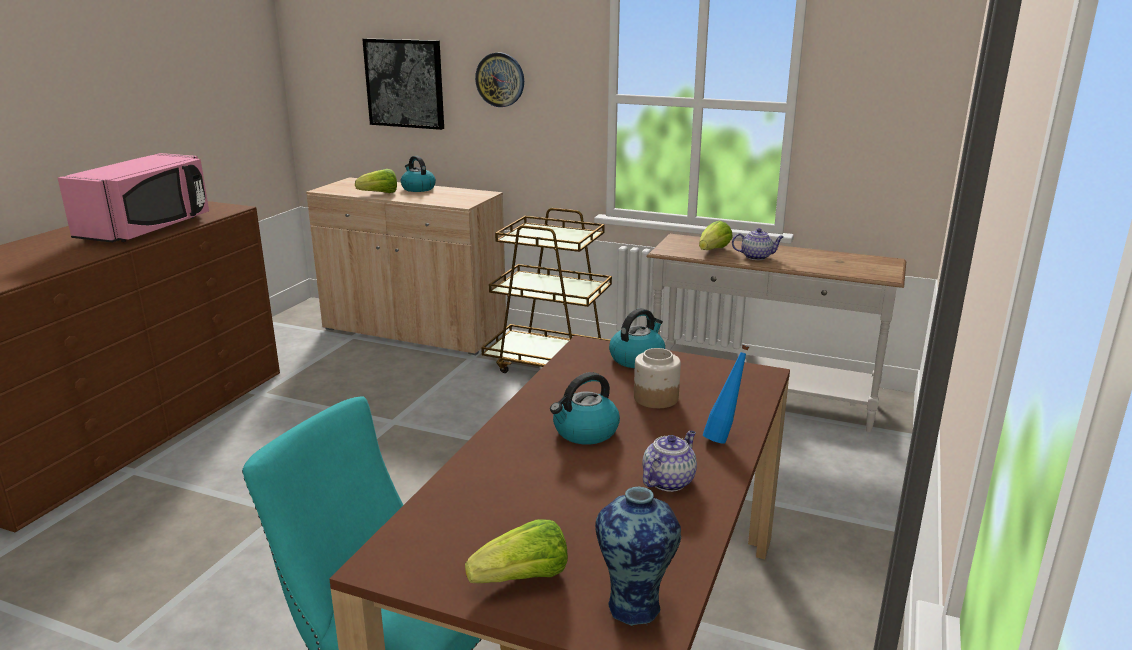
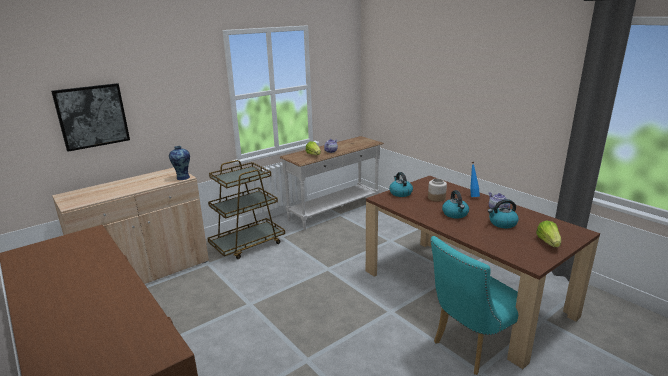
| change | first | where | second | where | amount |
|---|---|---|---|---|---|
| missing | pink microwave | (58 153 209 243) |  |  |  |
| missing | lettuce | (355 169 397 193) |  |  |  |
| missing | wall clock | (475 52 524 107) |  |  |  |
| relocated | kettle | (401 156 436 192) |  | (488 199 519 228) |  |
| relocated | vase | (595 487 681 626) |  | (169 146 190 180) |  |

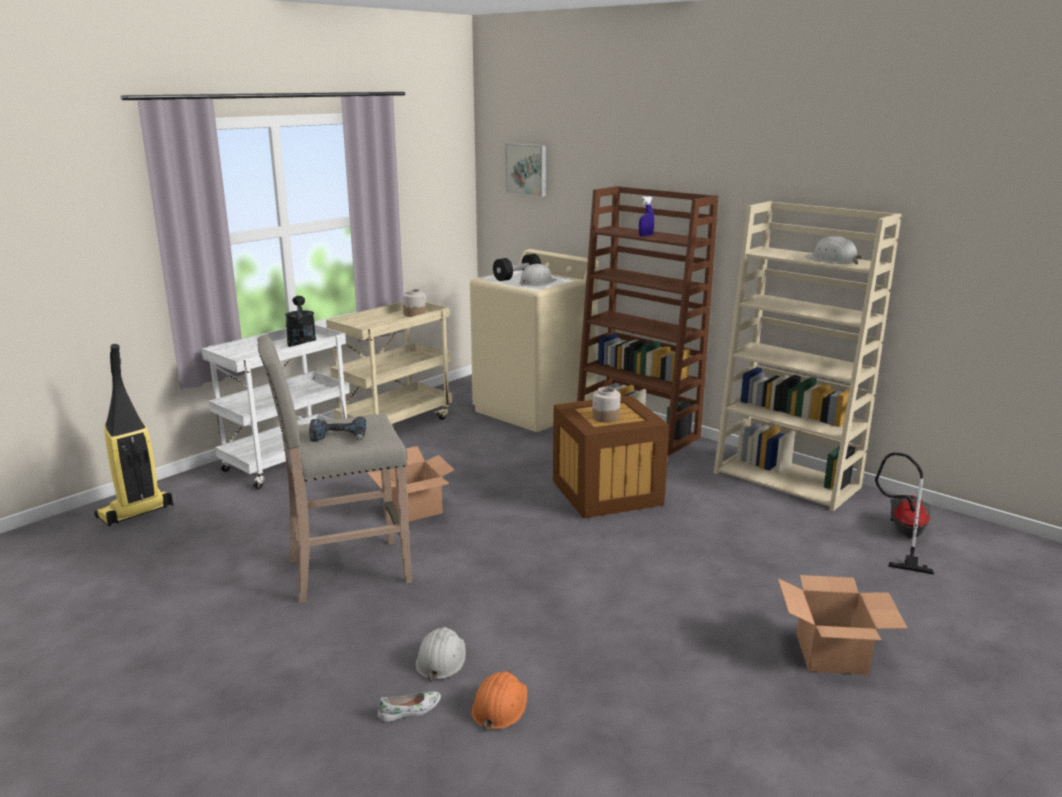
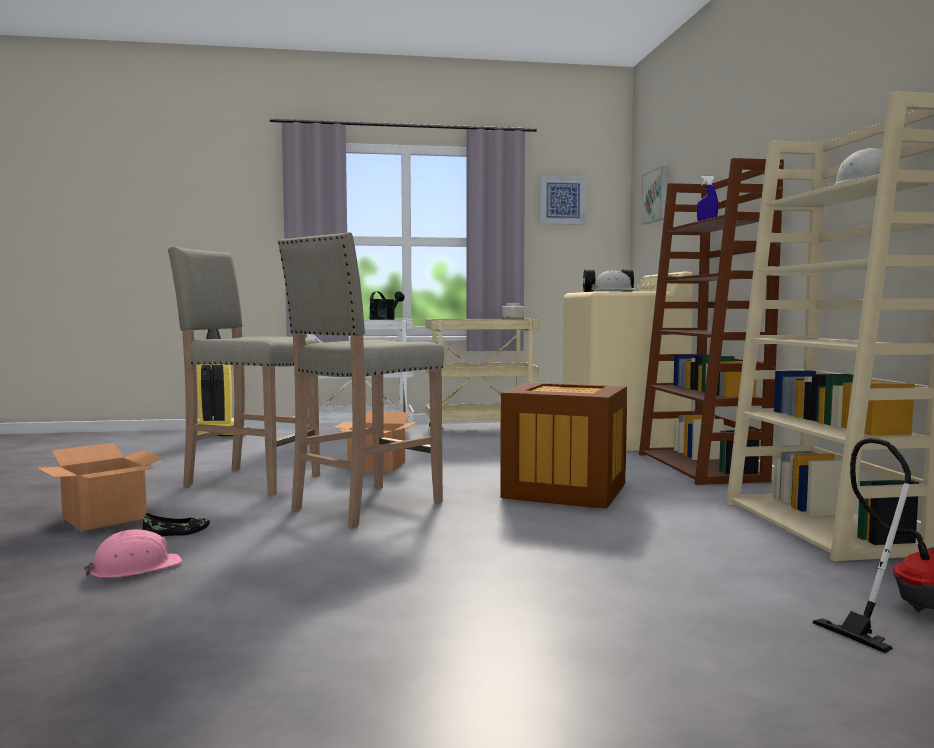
| change | first | where | second | where | amount |
|---|---|---|---|---|---|
| missing | power drill | (309 416 366 441) |  |  |  |
| missing | white shoe | (378 691 441 722) |  |  |  |
| missing | jar | (592 387 621 422) |  |  |  |
| appeared |  |  | beige stool | (278 232 444 528) |  |
| appeared |  |  | picture | (539 175 586 225) |  |
| relocated | cardboard box | (778 575 908 675) |  | (37 443 164 531) |  |
| exchanged | white hard hat | (416 627 466 682) | black shoe | (142 513 210 537) |  |
| colour | orange hard hat | (471 671 527 731) | pink hard hat | (83 529 182 578) |  |

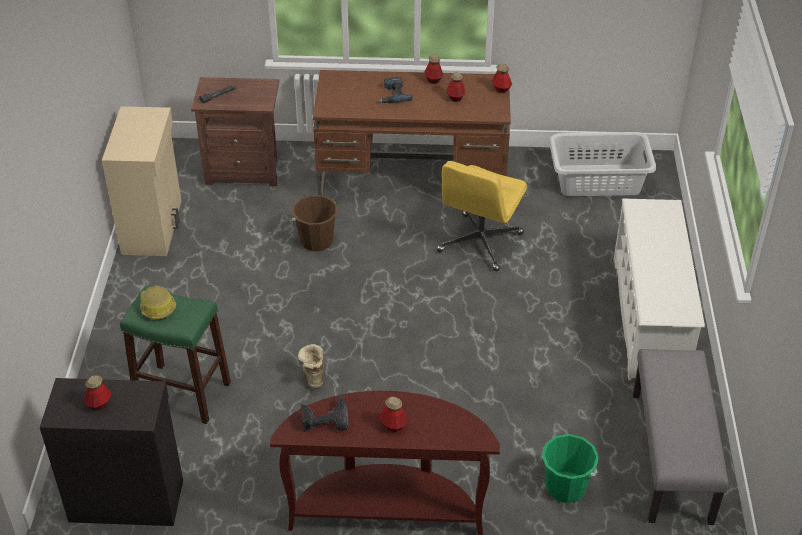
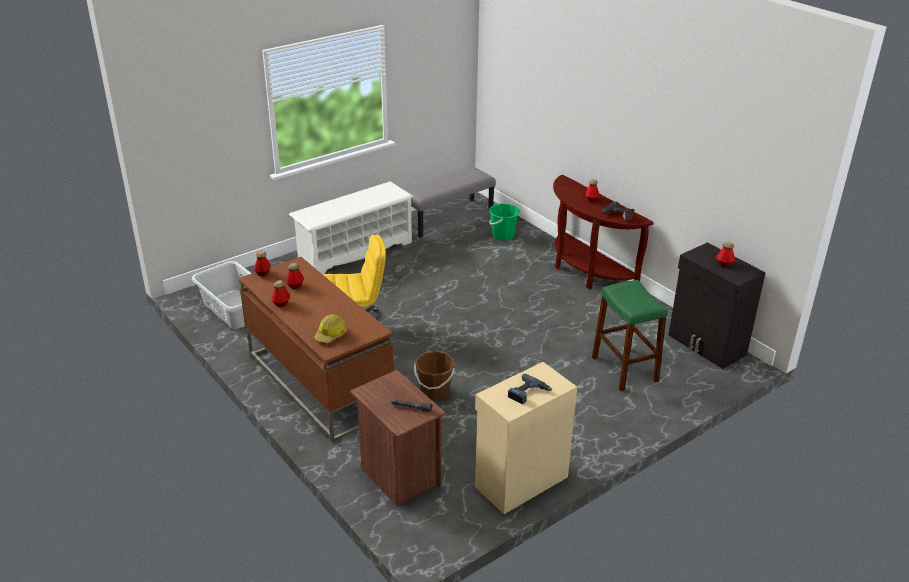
| change | first | where | second | where | amount |
|---|---|---|---|---|---|
| missing | boot | (298 344 324 388) |  |  |  |
| relocated | hard hat | (140 285 177 320) |  | (314 314 347 343) |  |
| relocated | power drill | (379 77 413 103) |  | (508 374 552 404) |  |

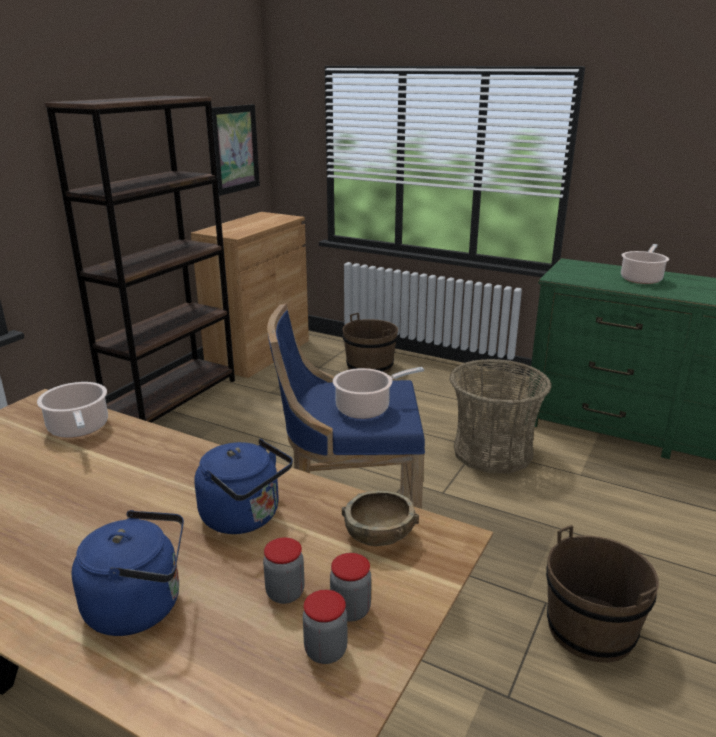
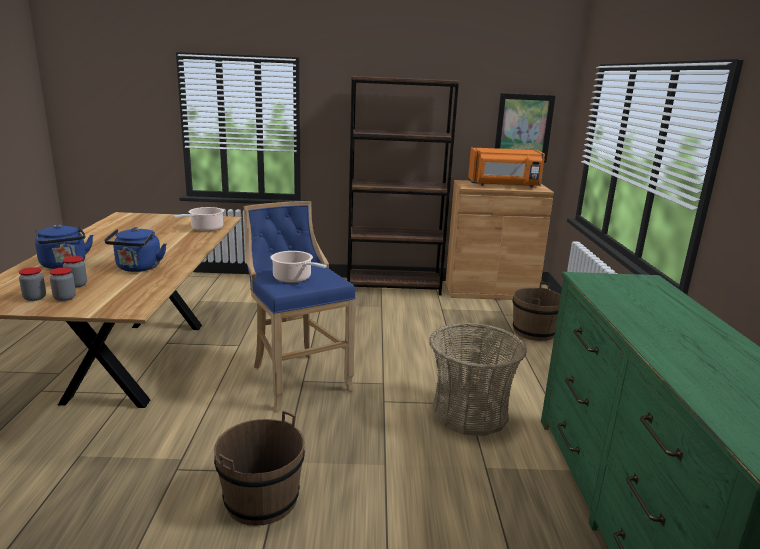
| change | first | where | second | where | amount |
|---|---|---|---|---|---|
| missing | brown bowl | (342 491 419 546) |  |  |  |
| missing | cooking pot | (621 244 669 284) |  |  |  |
| appeared |  |  | orange microwave | (468 148 545 188) |  |

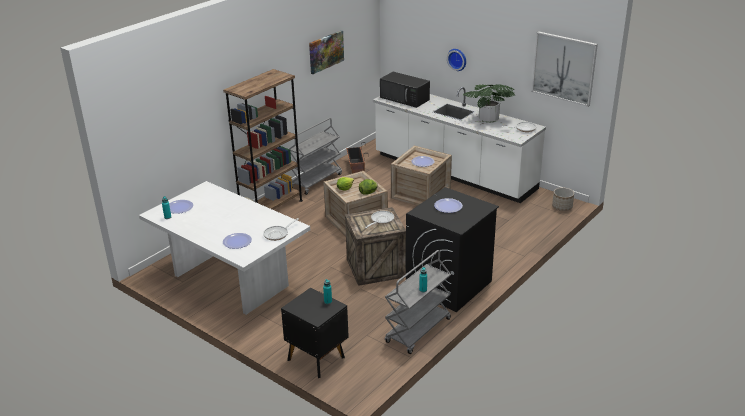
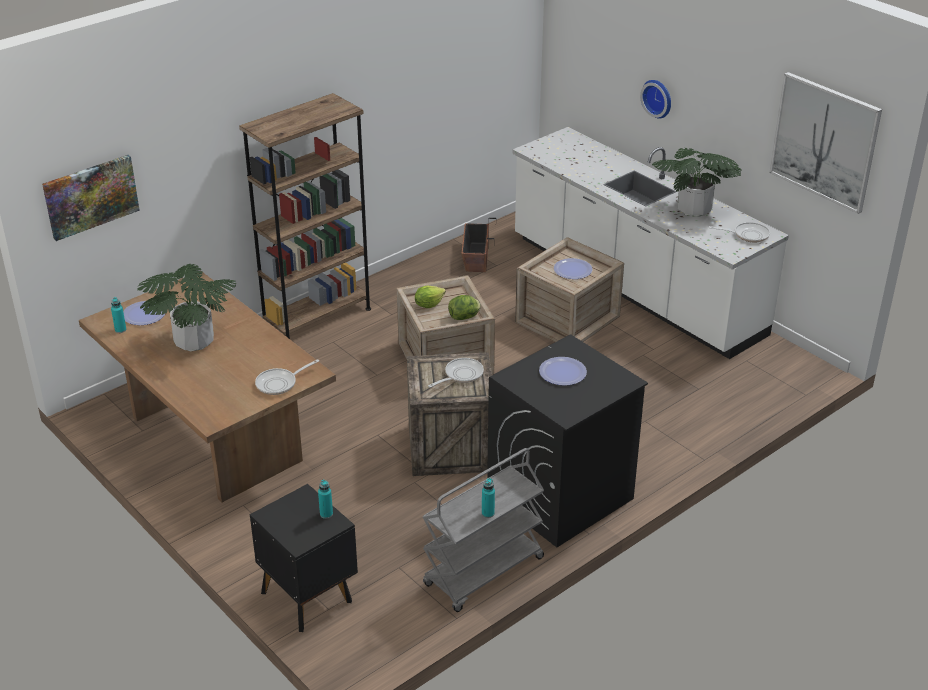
| change | first | where | second | where | amount |
|---|---|---|---|---|---|
| missing | plate | (223 233 252 249) |  |  |  |
| missing | grey cart | (289 118 342 195) |  |  |  |
| missing | black microwave | (380 72 430 108) |  |  |  |
| missing | planter | (552 187 574 211) |  |  |  |
| appeared |  |  | potted plant | (137 264 236 352) |  |
| relocated | picture | (309 30 344 74) |  | (42 155 140 241) |  |
| colour | white dining table | (139 181 310 315) | brown dining table | (79 273 336 502) |  |

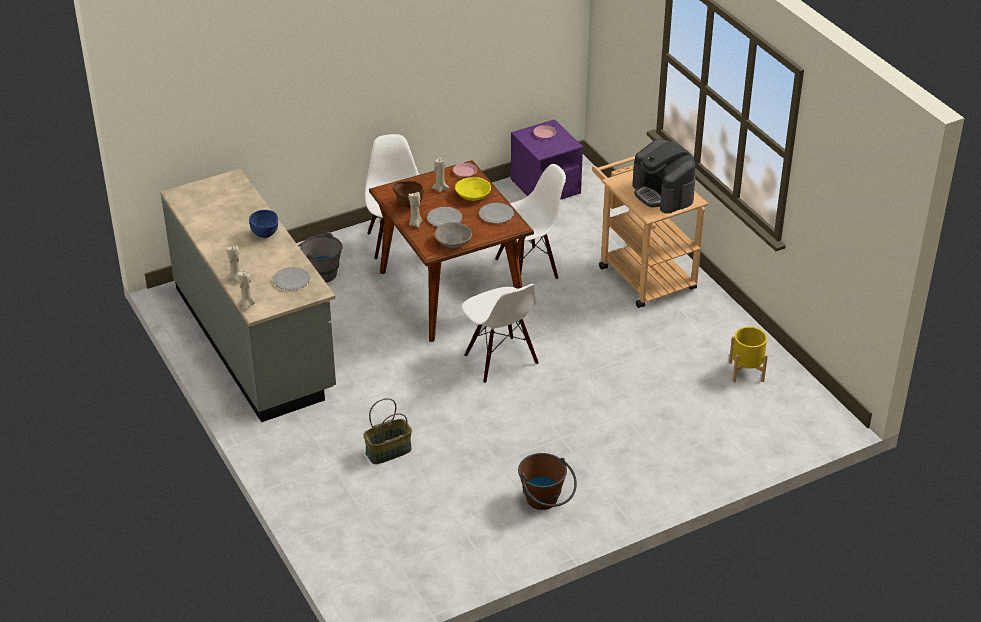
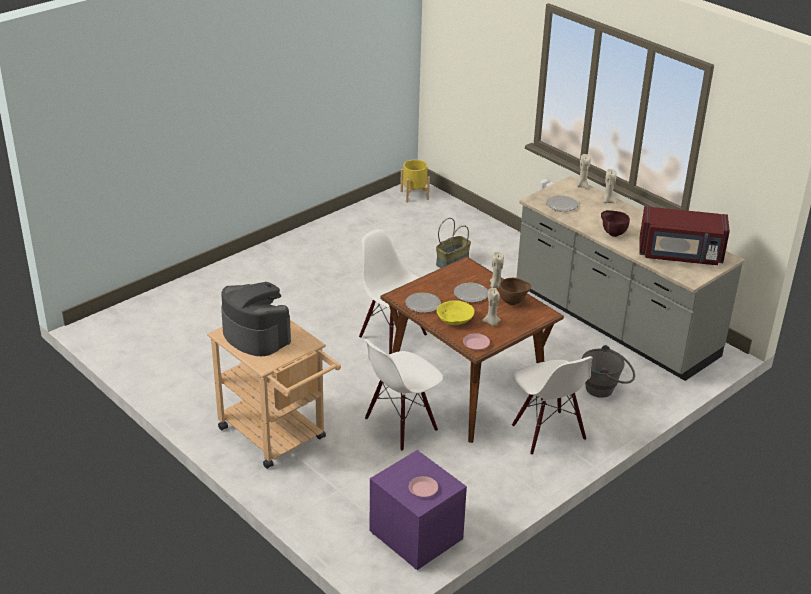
| change | first | where | second | where | amount |
|---|---|---|---|---|---|
| missing | grey bowl | (434 222 472 248) |  |  |  |
| missing | brown bucket | (518 453 577 510) |  |  |  |
| appeared |  |  | red microwave | (639 206 730 265) |  |
| relocated | yellow planter | (729 327 768 382) |  | (400 160 430 202) |  |
| colour | blue bowl | (249 210 278 238) | brown bowl | (601 210 630 237) |  |

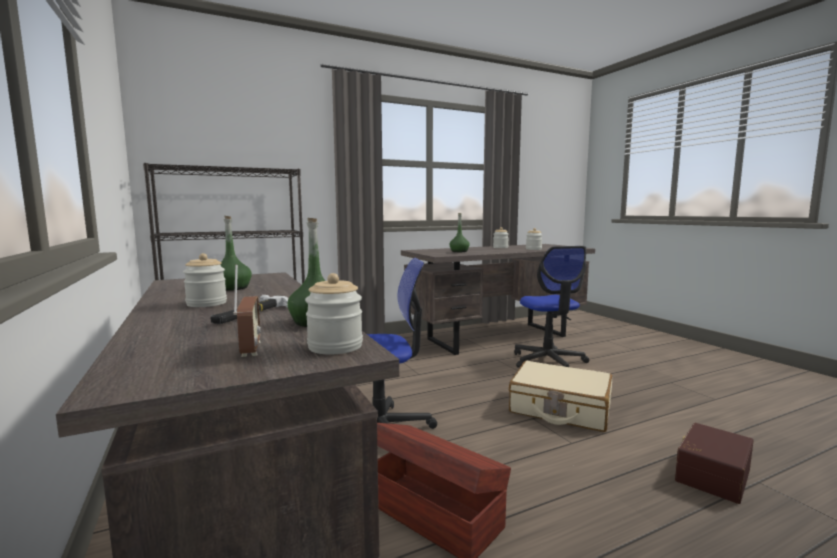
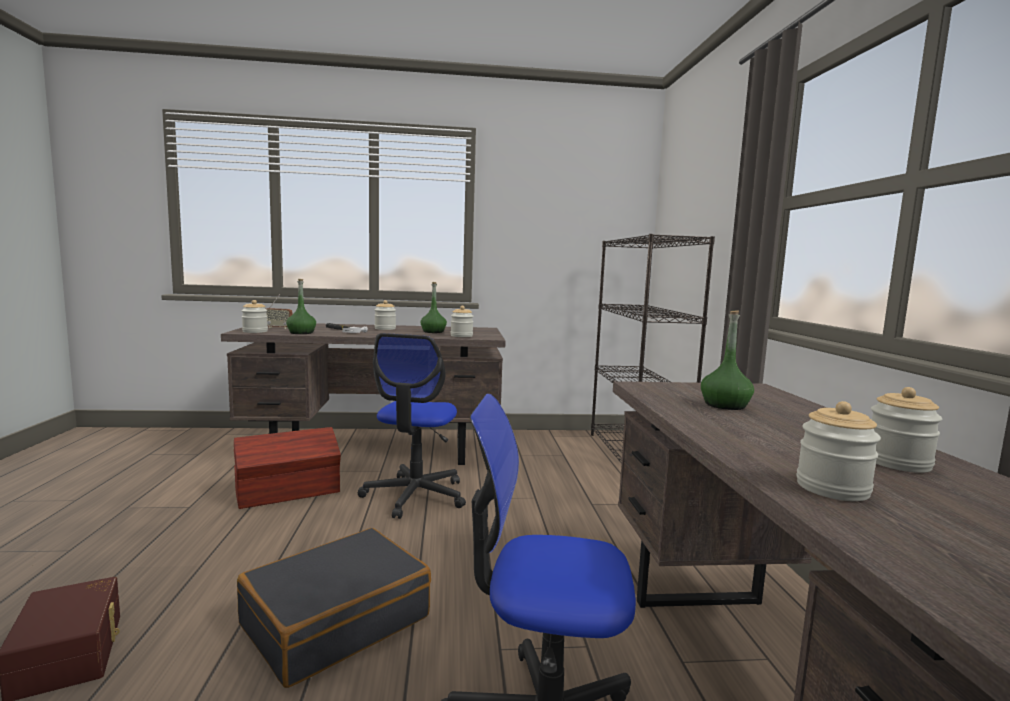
| change | first | where | second | where | amount |
|---|---|---|---|---|---|
| appeared |  |  | jar | (451 306 474 337) |  |
| colour | beige suitcase | (509 361 612 432) | black suitcase | (237 528 431 688) |  |

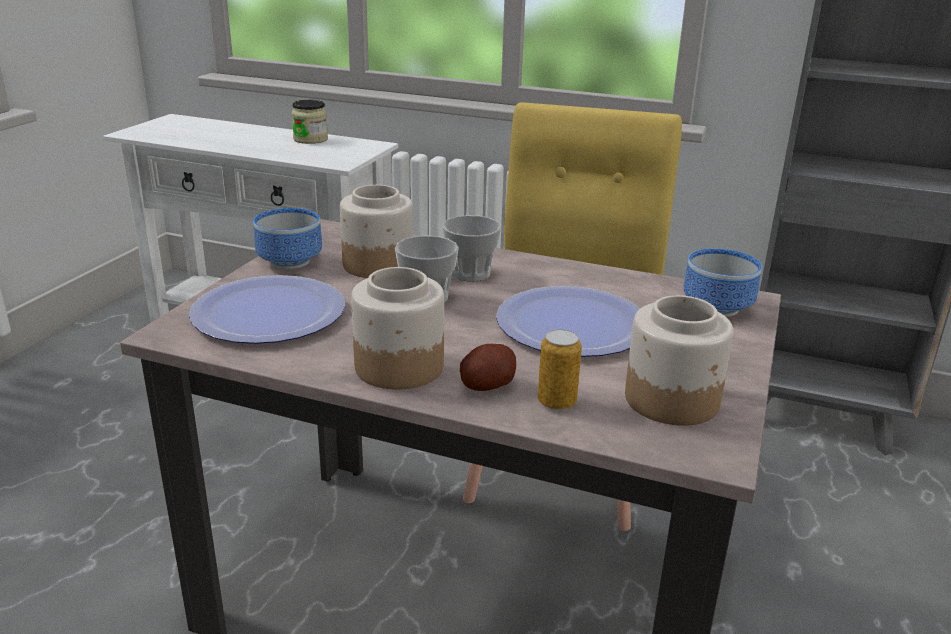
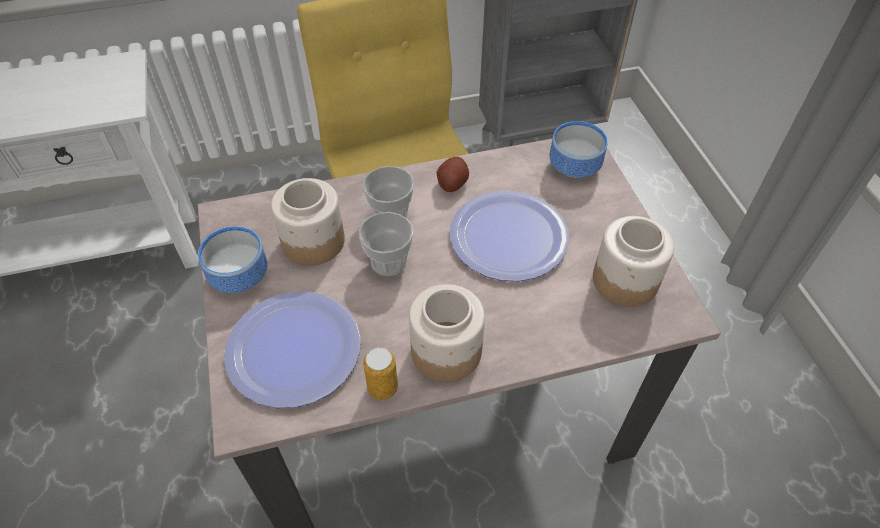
| change | first | where | second | where | amount |
|---|---|---|---|---|---|
| missing | jar | (291 100 328 144) |  |  |  |
| relocated | potato | (460 344 516 391) |  | (437 157 469 192) |  |
| relocated | can | (538 329 582 410) |  | (363 347 398 400) |  |

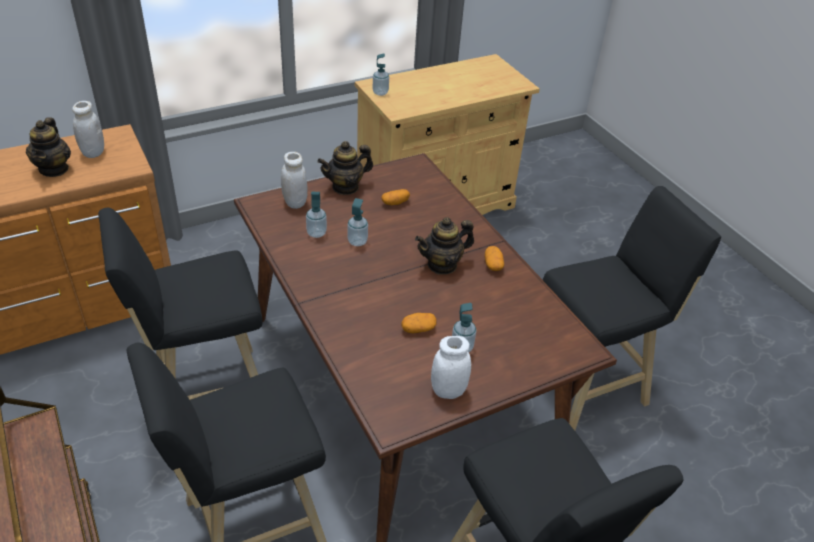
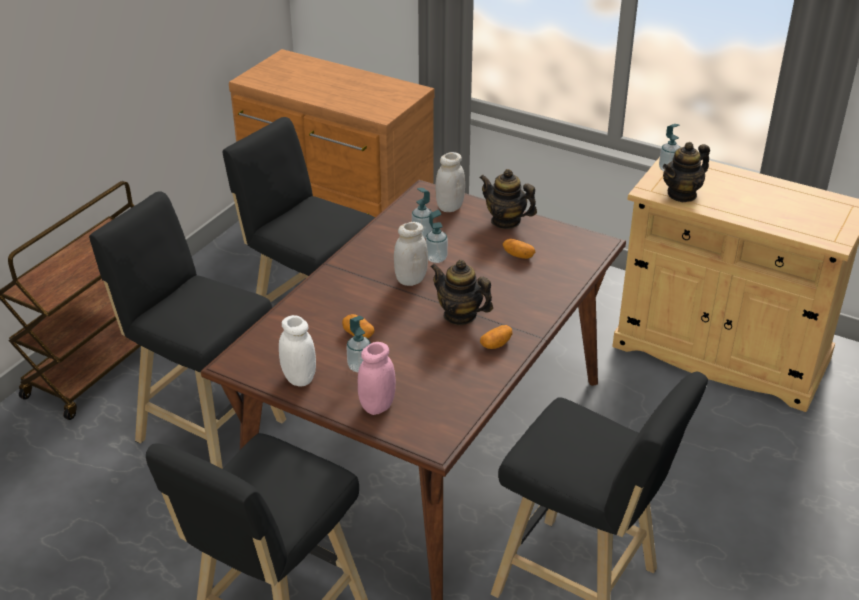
| change | first | where | second | where | amount |
|---|---|---|---|---|---|
| appeared |  |  | pink jar | (358 342 396 415) |  |
| relocated | teapot | (26 117 71 177) |  | (663 142 710 202) |  |
| relocated | white jar | (72 101 104 158) |  | (394 222 428 286) |  |

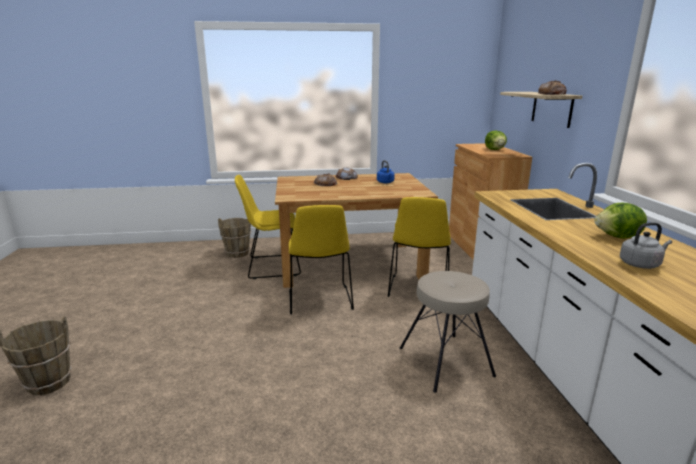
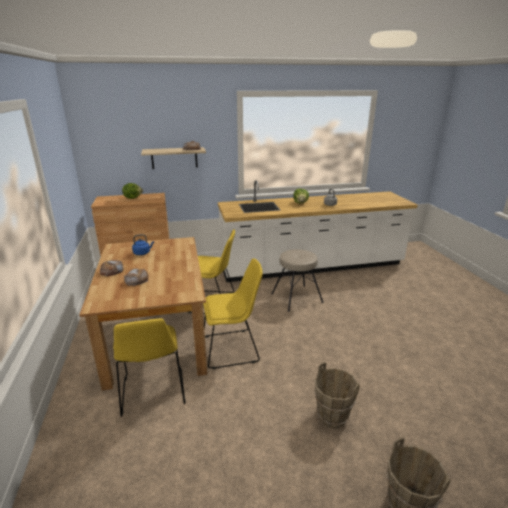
| change | first | where | second | where | amount |
|---|---|---|---|---|---|
| relocated | brown bucket | (218 218 251 258) |  | (314 362 360 429) |  |

